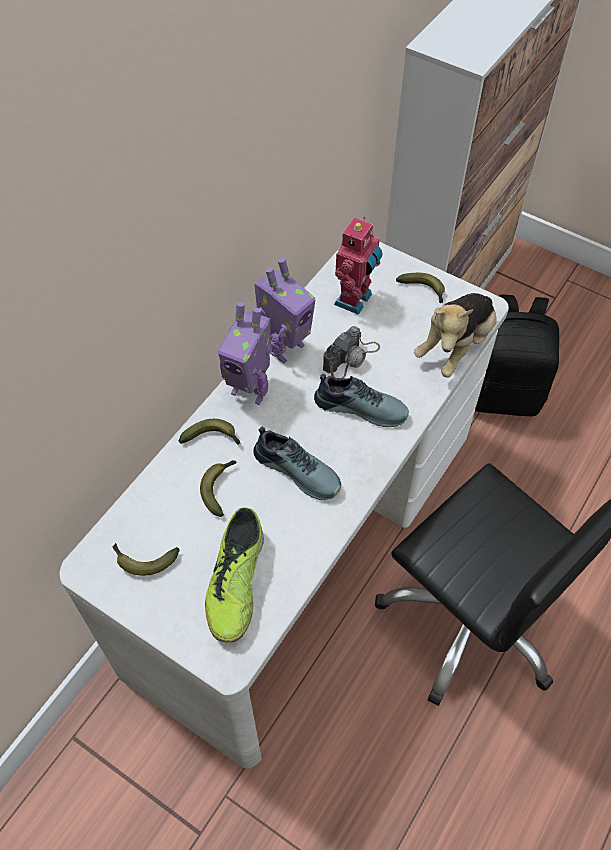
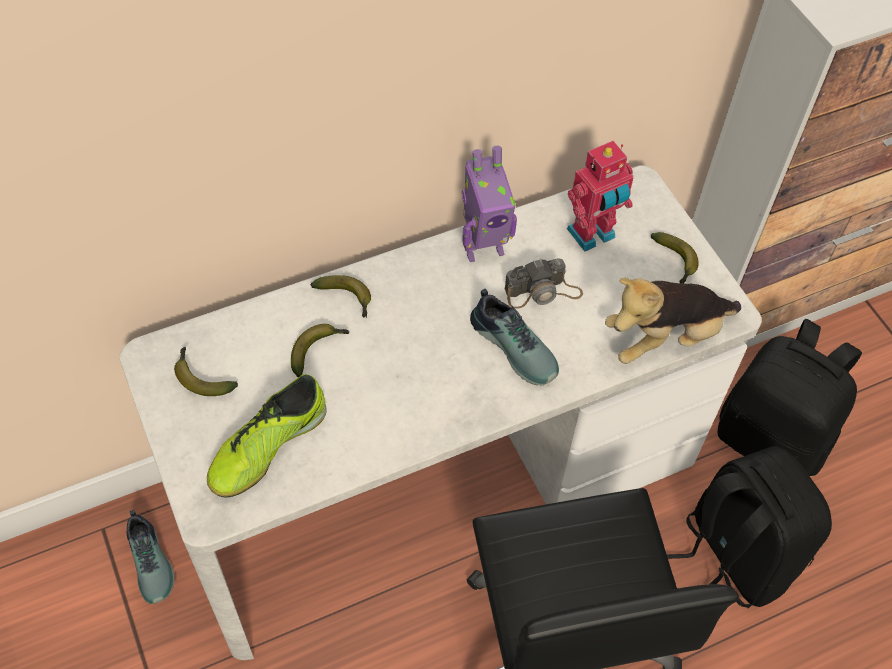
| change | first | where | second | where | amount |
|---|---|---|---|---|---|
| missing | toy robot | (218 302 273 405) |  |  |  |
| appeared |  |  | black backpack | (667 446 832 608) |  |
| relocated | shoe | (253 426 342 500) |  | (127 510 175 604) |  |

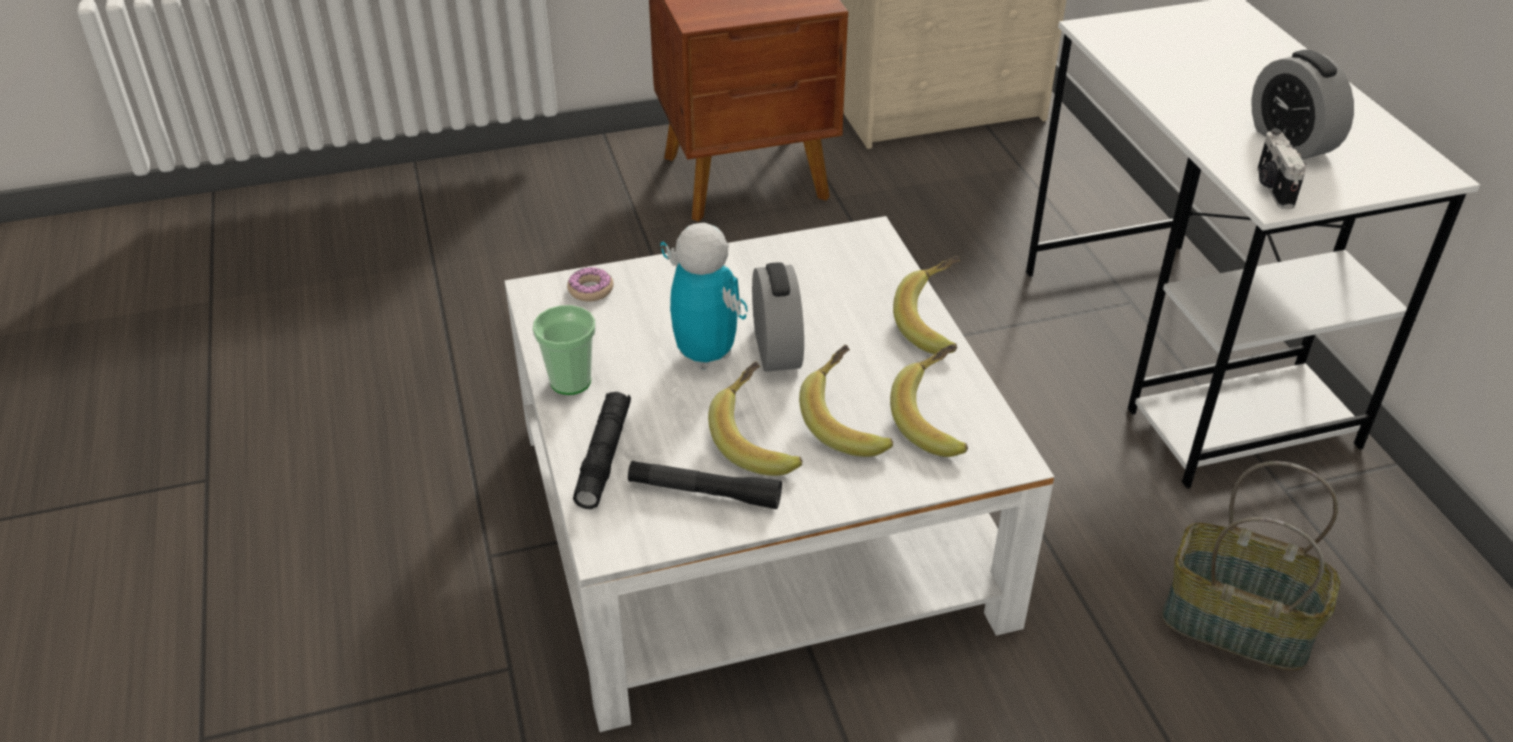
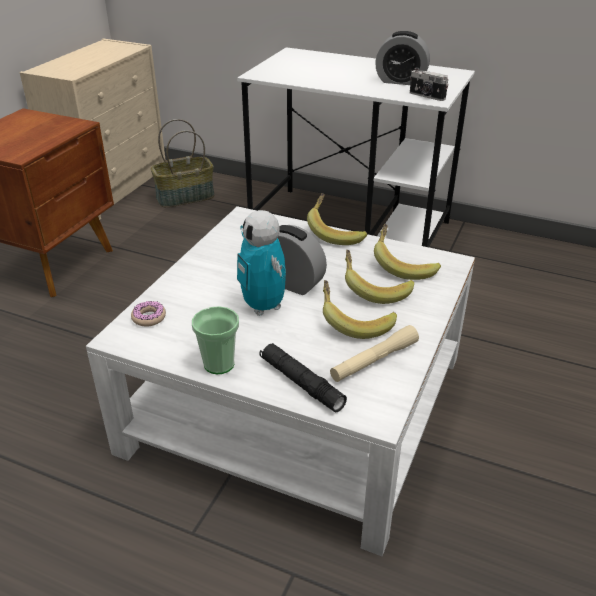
| change | first | where | second | where | amount |
|---|---|---|---|---|---|
| relocated | basket | (1162 461 1340 671) |  | (151 119 214 207) |  |
| colour | black flashlight | (628 461 782 509) | beige flashlight | (330 325 419 382) |  |
| spun | toy robot | (660 223 748 370) |  | (237 210 286 316) | 120 degrees counterclockwise |

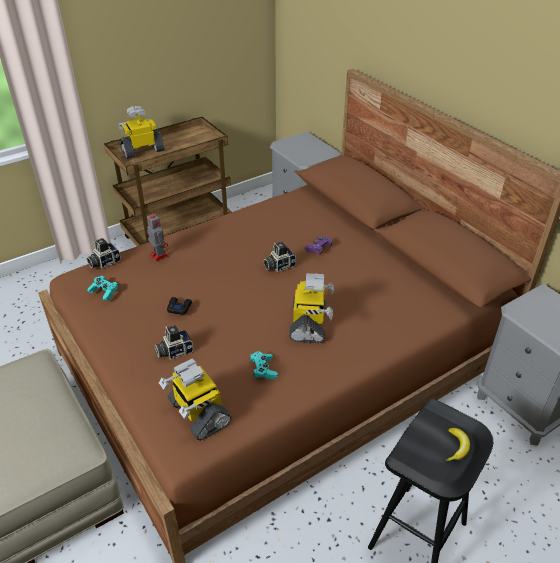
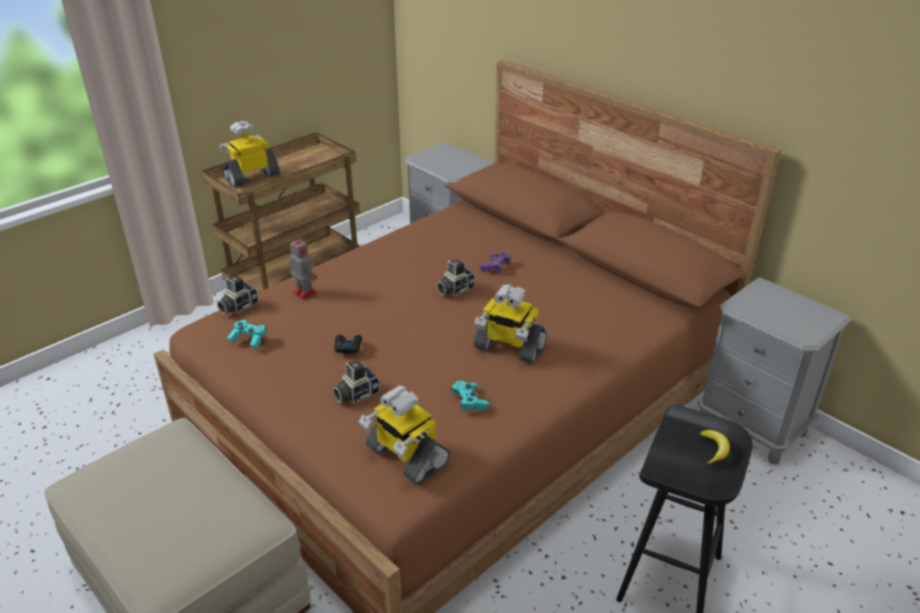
| change | first | where | second | where | amount |
|---|---|---|---|---|---|
| spun | toy robot | (289 273 334 343) |  | (473 284 547 364) | 120 degrees clockwise |

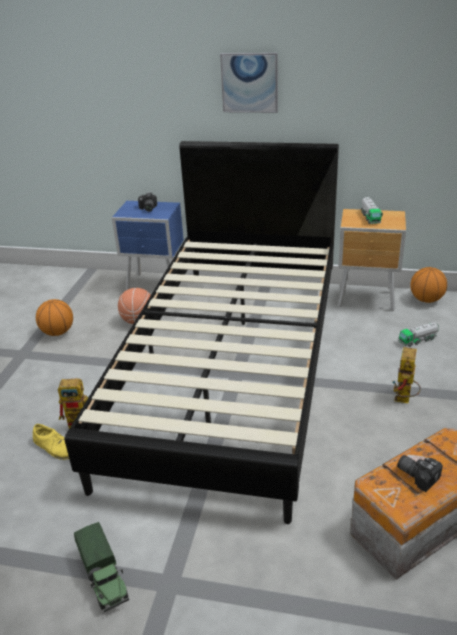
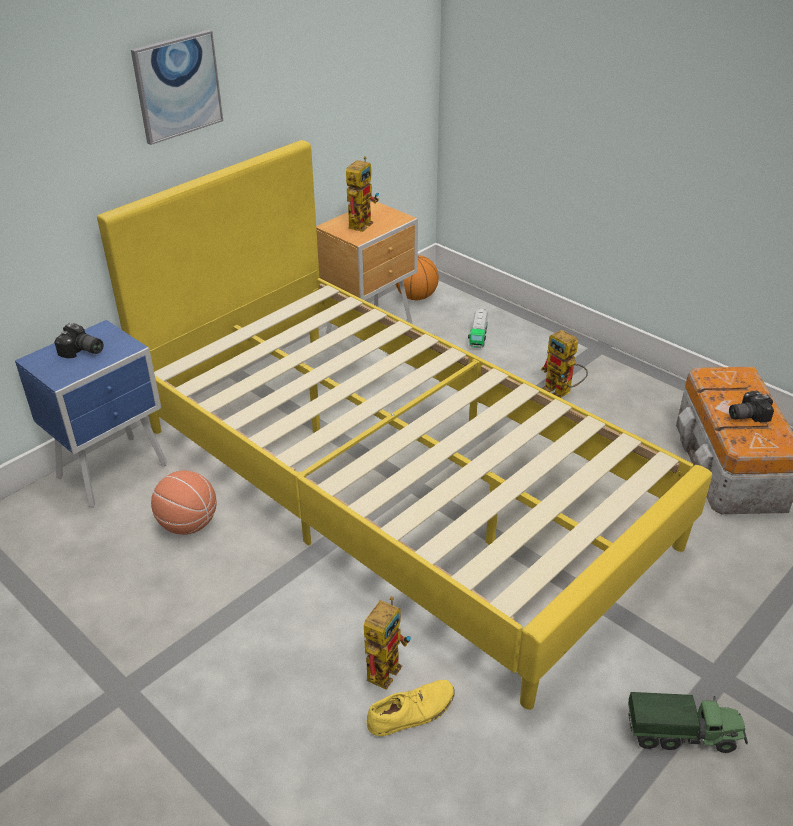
| change | first | where | second | where | amount |
|---|---|---|---|---|---|
| missing | basketball | (36 299 73 336) |  |  |  |
| exchanged | toy truck | (361 197 383 224) | toy robot | (346 156 379 232) |  |
| colour | black bed | (64 141 339 524) | yellow bed | (97 140 712 710) |  |

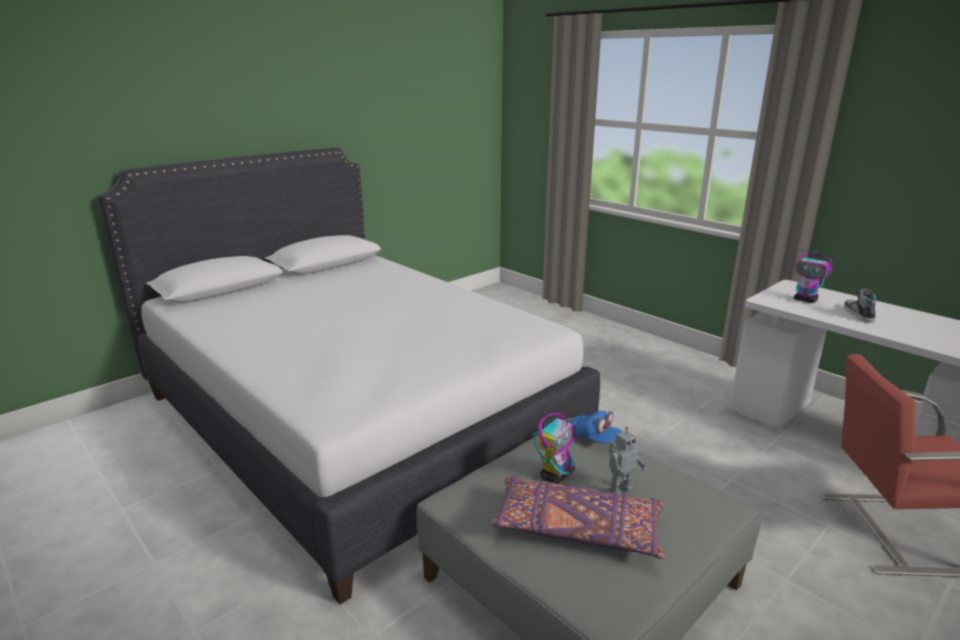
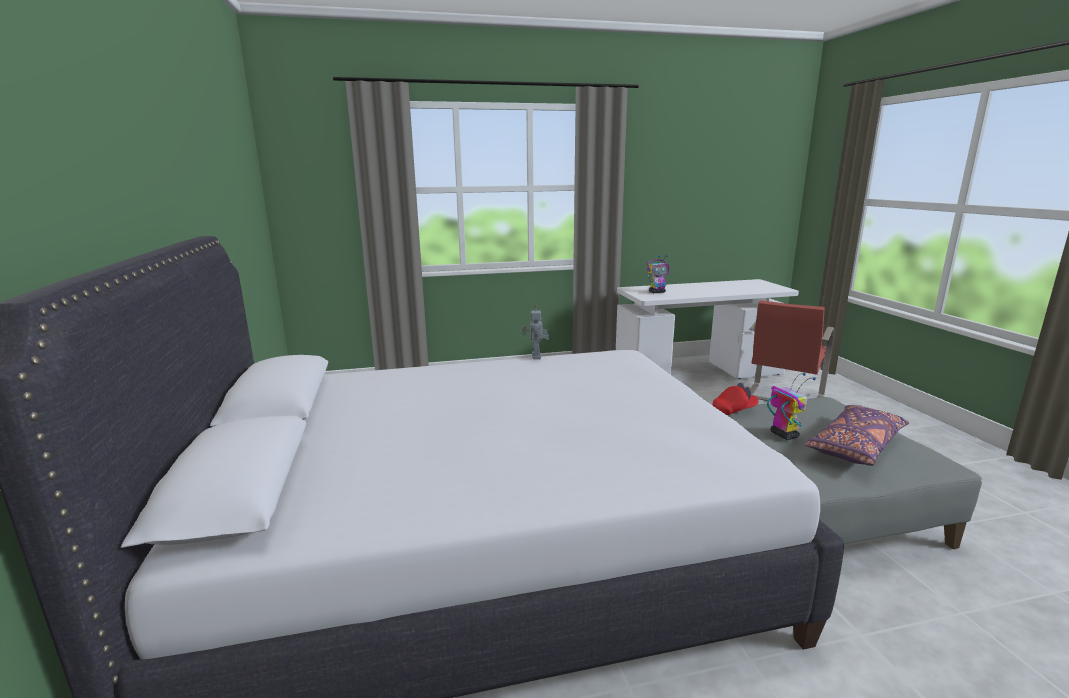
| change | first | where | second | where | amount |
|---|---|---|---|---|---|
| missing | shoe | (844 289 876 323) |  |  |  |
| relocated | toy robot | (608 427 647 494) |  | (522 305 549 359) |  |
| colour | blue cap | (570 411 623 443) | red cap | (713 383 759 415) |  |

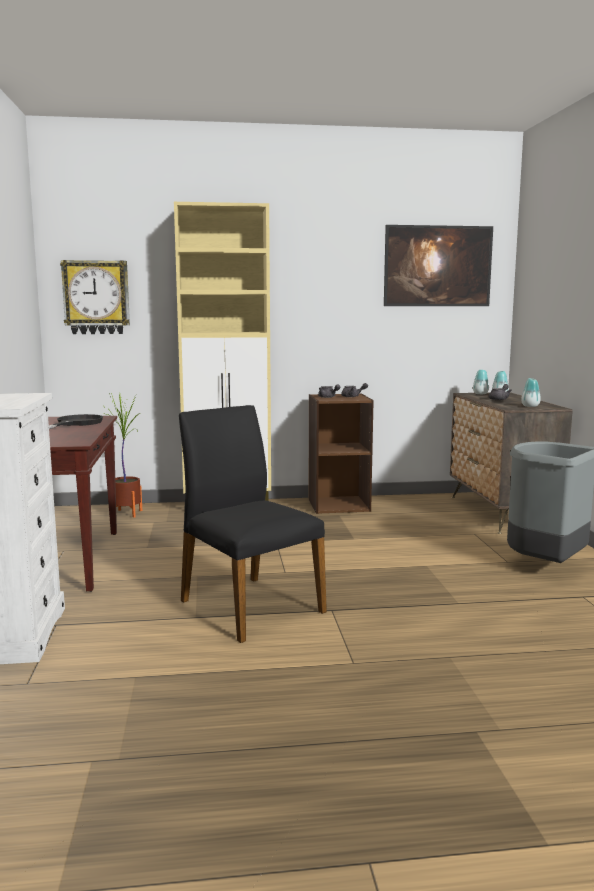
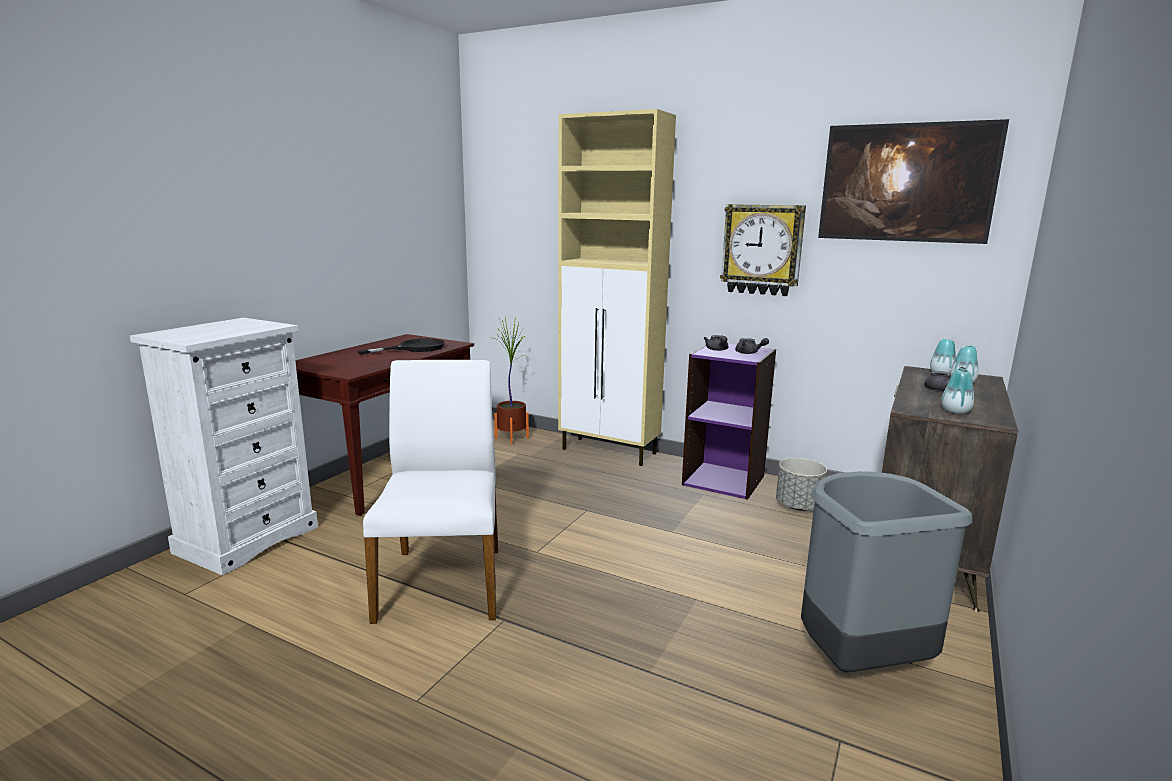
| change | first | where | second | where | amount |
|---|---|---|---|---|---|
| appeared |  |  | grey planter | (776 458 827 511) |  |
| relocated | wall clock | (60 260 130 334) |  | (720 204 806 296) |  |
| colour | black chair | (179 405 327 643) | white chair | (363 360 498 624) |  |
| colour | brown bookcase | (308 394 374 514) | purple bookcase | (682 344 776 500) |  |

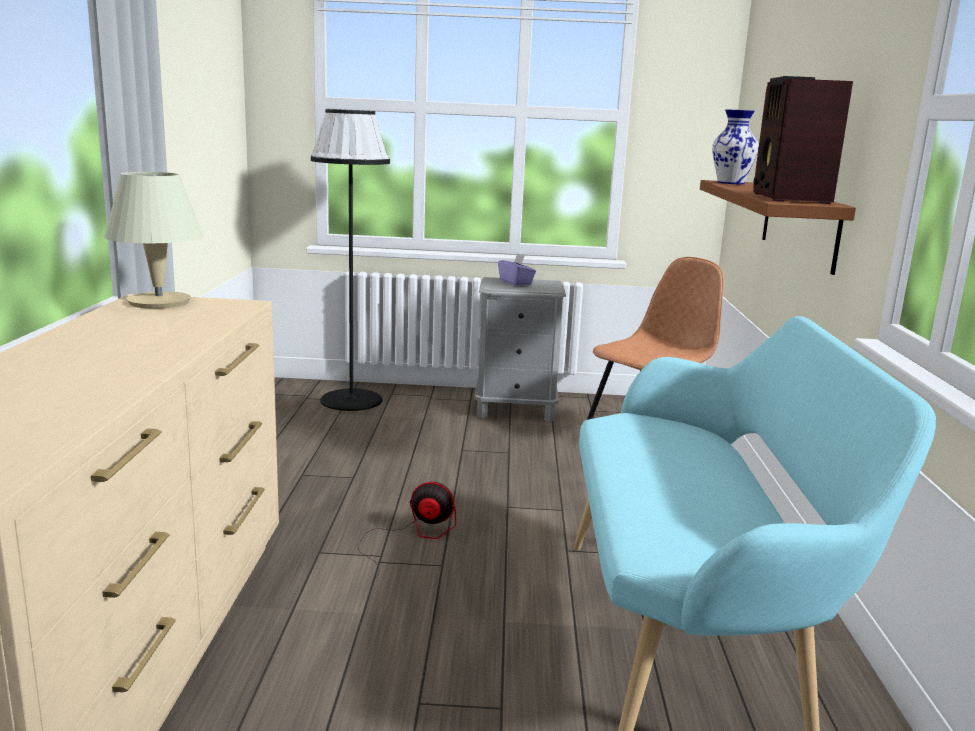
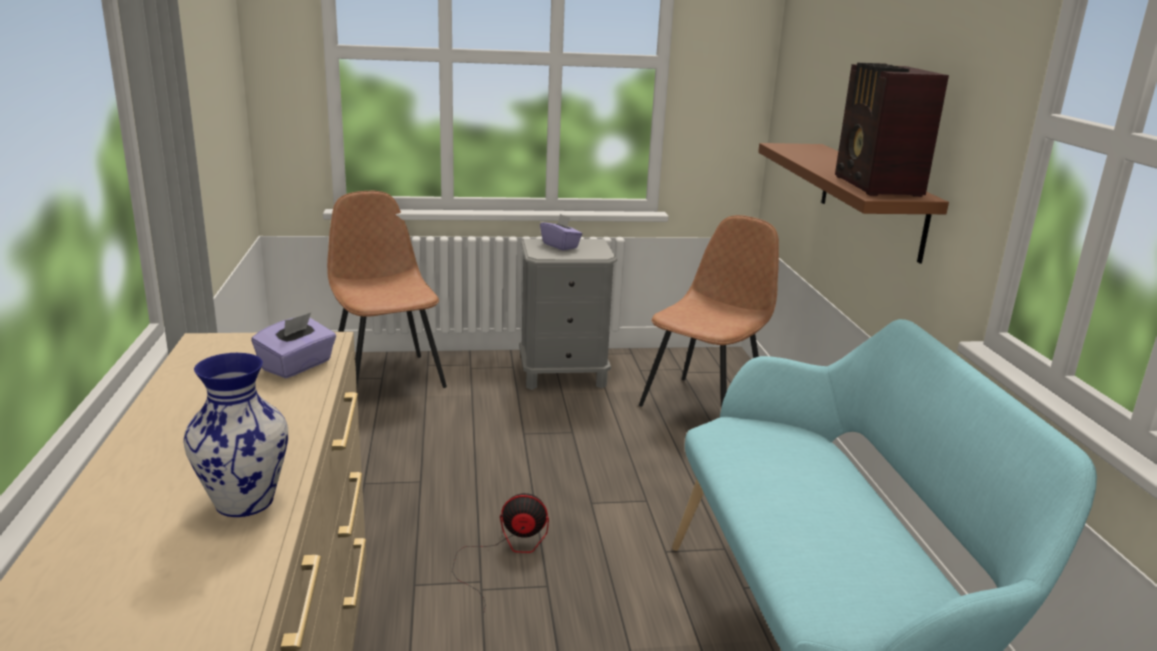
| change | first | where | second | where | amount |
|---|---|---|---|---|---|
| missing | beige table lamp | (104 172 203 309) |  |  |  |
| appeared |  |  | purple tissue box | (251 313 336 378) |  |
| relocated | vase | (712 110 759 184) |  | (183 353 288 517) |  |
| exchanged | black floor lamp | (311 109 390 411) | brown chair | (327 191 447 388) |  |

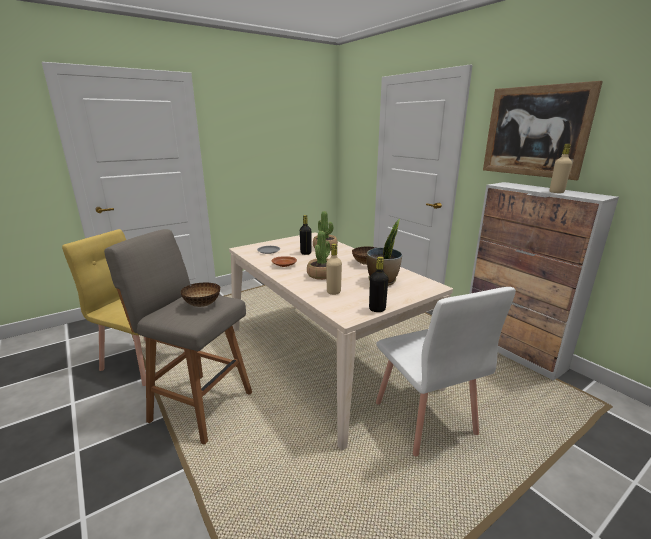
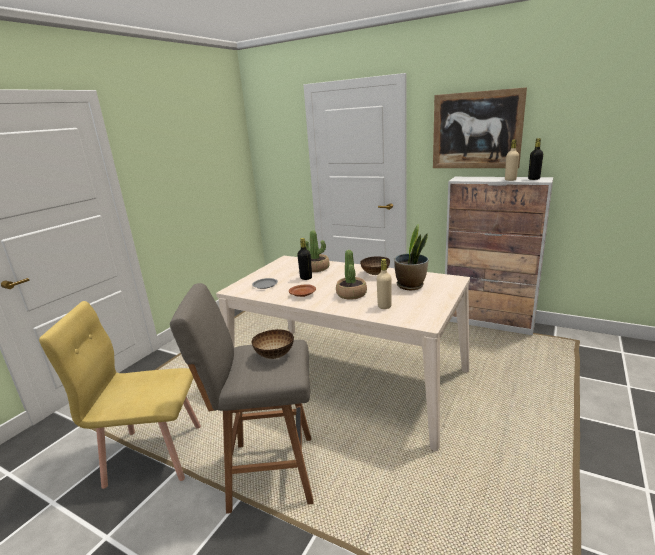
| change | first | where | second | where | amount |
|---|---|---|---|---|---|
| missing | white chair | (376 287 516 457) |  |  |  |
| relocated | black bottle | (369 257 388 312) |  | (528 138 543 180) |  |

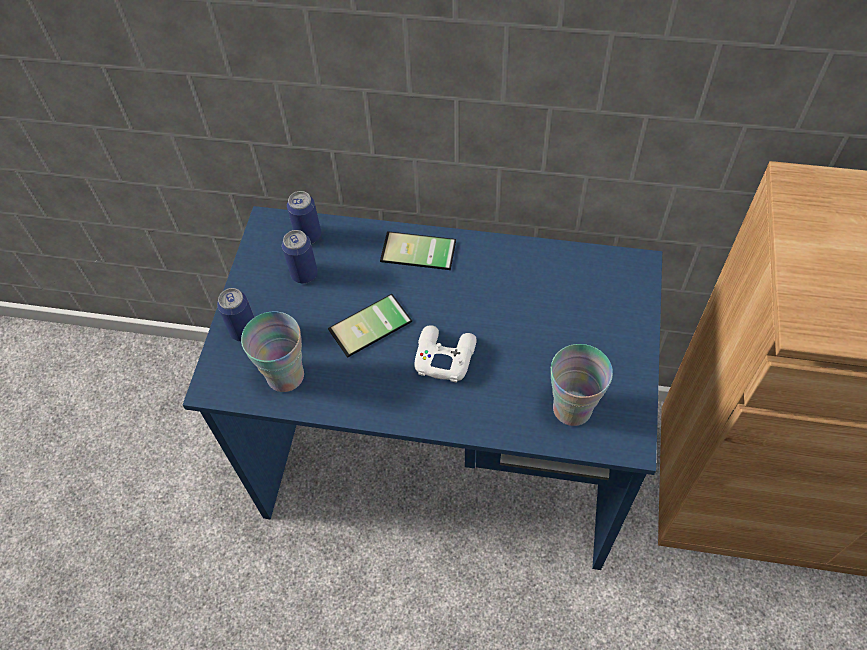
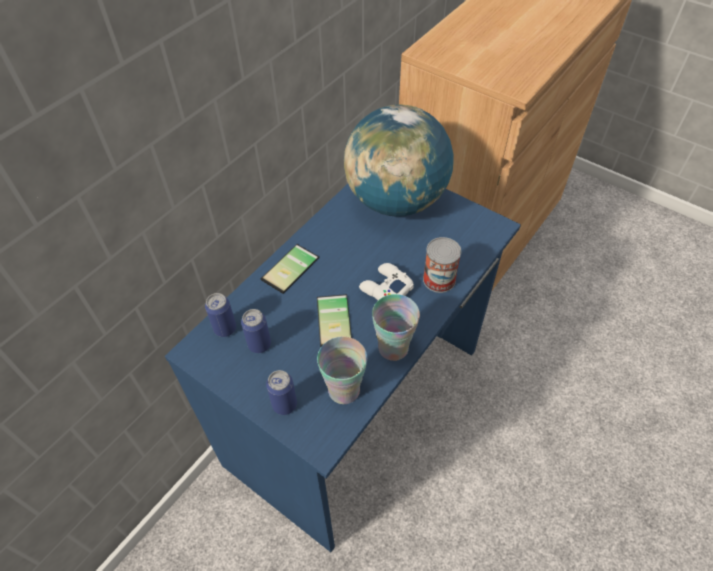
| change | first | where | second | where | amount |
|---|---|---|---|---|---|
| appeared |  |  | globe | (344 105 454 217) |  |
| appeared |  |  | can | (423 237 461 293) |  |
| relocated | cup | (551 344 613 426) |  | (372 294 420 361) |  |

